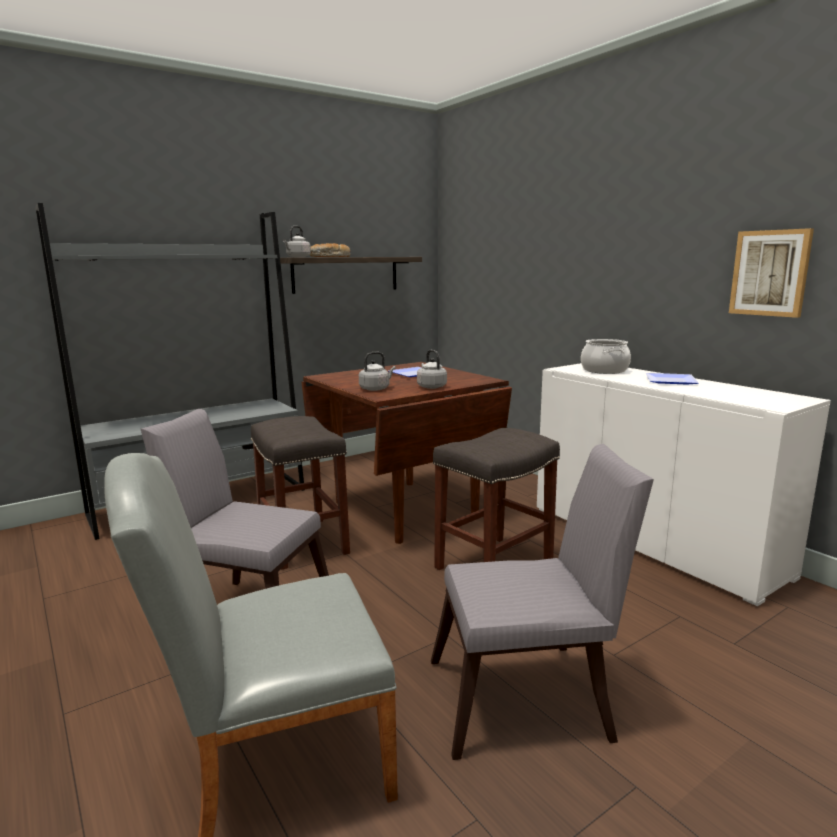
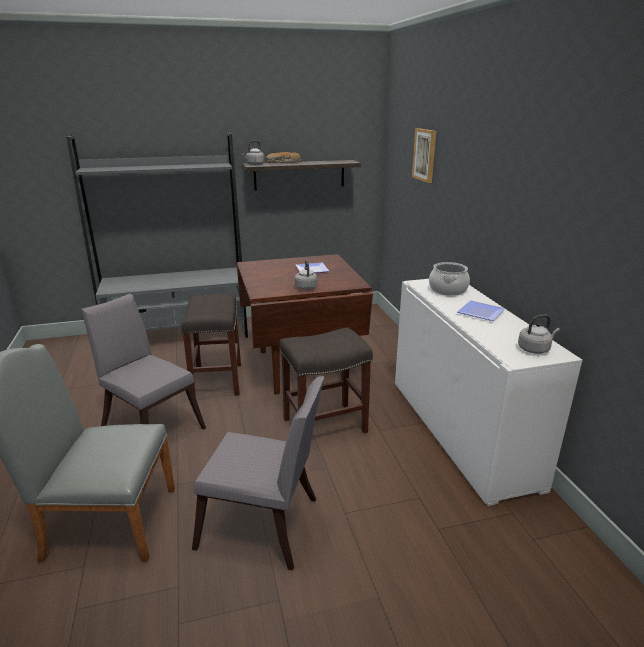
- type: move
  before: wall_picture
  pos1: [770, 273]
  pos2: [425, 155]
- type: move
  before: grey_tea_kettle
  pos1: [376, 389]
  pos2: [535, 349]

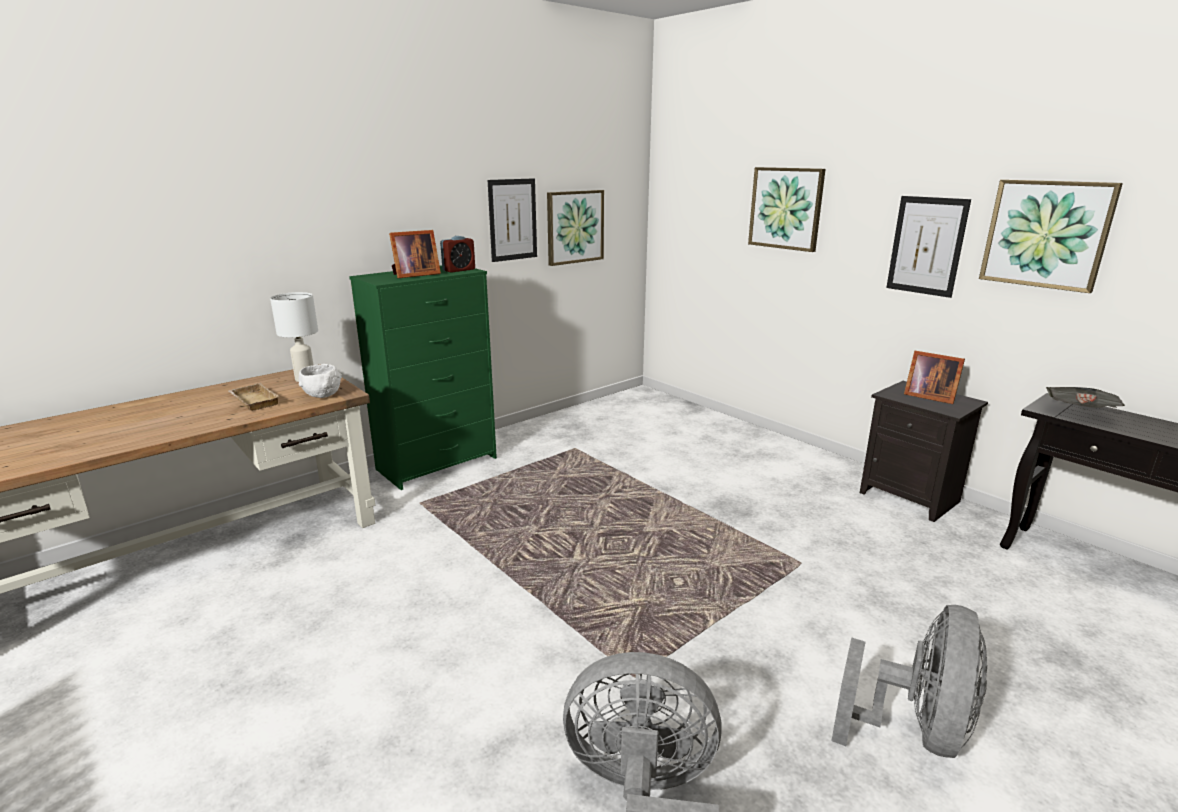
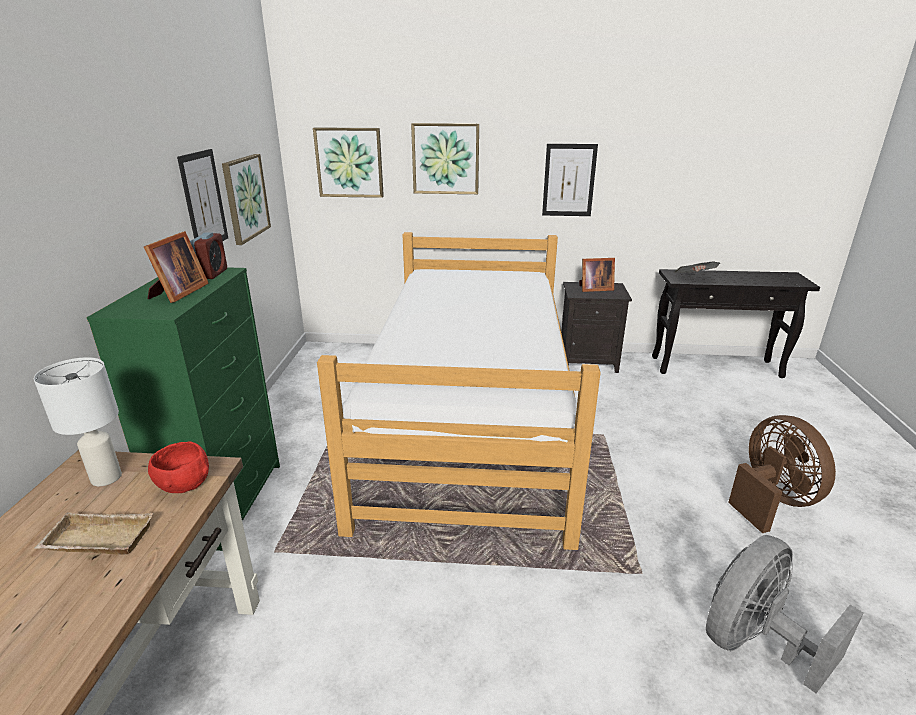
- type: move
  before: wall_picture
  pos1: [1046, 234]
  pos2: [349, 162]
- type: recolor
  before: white-coloured_deep_dish
  after: red_deep_dish
  pos1: [322, 395]
  pos2: [184, 486]
- type: recolor
  before: grey_cooling_fan
  after: brown-coloured_cooling_fan
  pos1: [914, 730]
  pos2: [770, 500]
- type: insert
  after: sleeping_bed
  pos2: [470, 420]

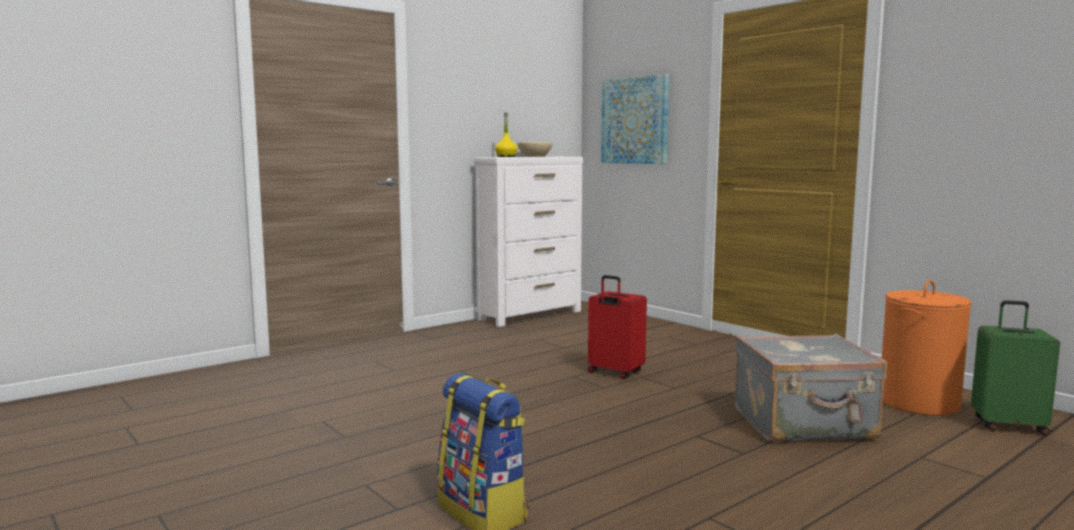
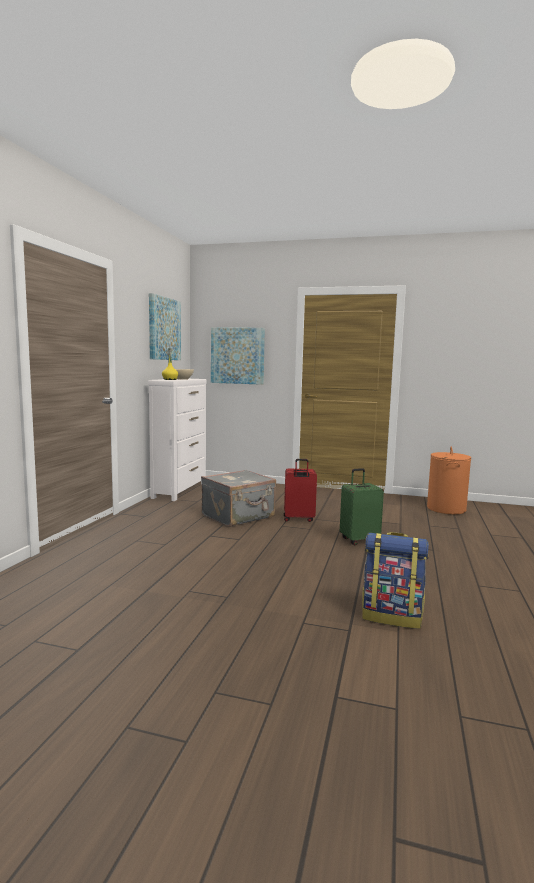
- type: move
  before: greenish_travel_case
  pos1: [1008, 425]
  pos2: [359, 540]
- type: move
  before: grey_travel_case
  pos1: [804, 425]
  pos2: [239, 516]
- type: insert
  after: wall_picture
  pos2: [164, 329]

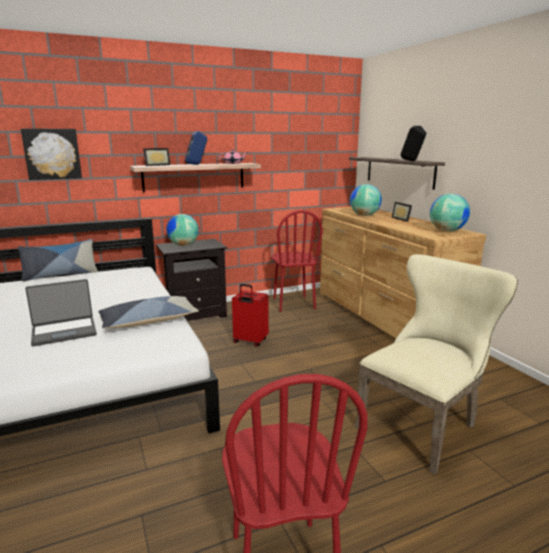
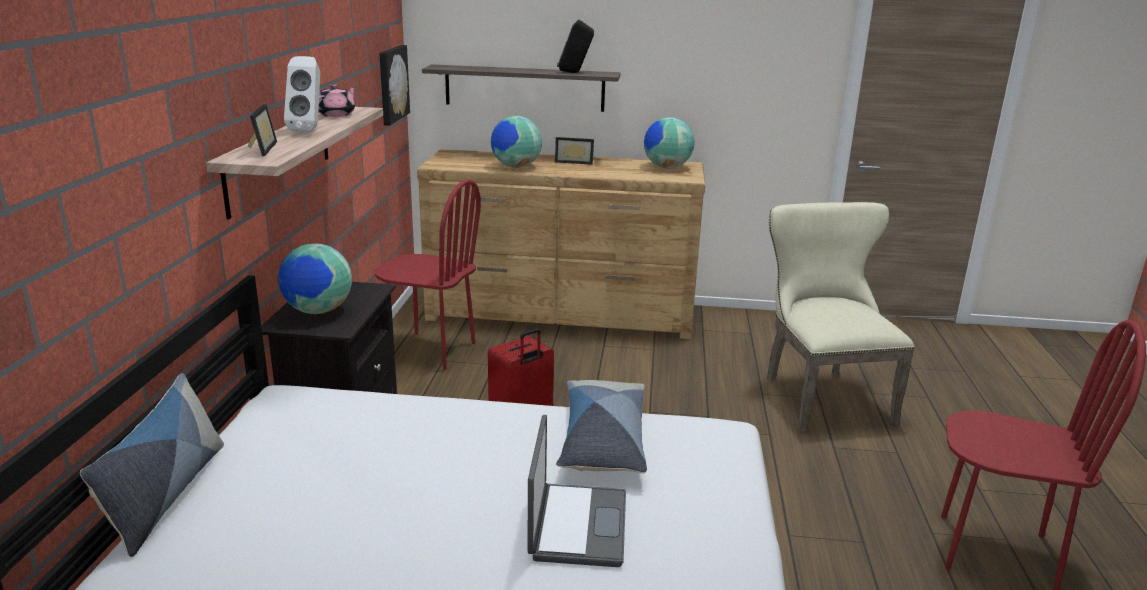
- type: move
  before: wall_picture
  pos1: [52, 154]
  pos2: [391, 84]
- type: recolor
  before: blue-coloured_loudspeaker
  after: white-coloured_loudspeaker
  pos1: [197, 164]
  pos2: [309, 130]

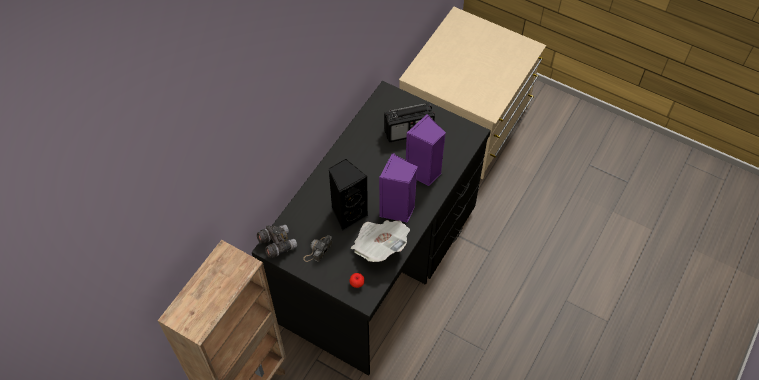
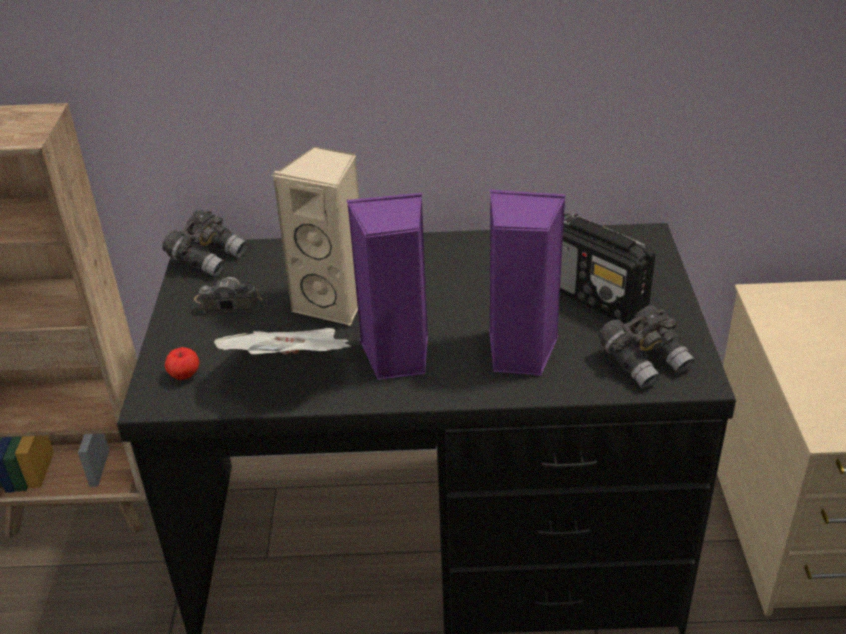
- type: recolor
  before: blackish_loudspeaker
  after: beige_loudspeaker
  pos1: [348, 213]
  pos2: [335, 303]
- type: insert
  after: grey_binoculars
  pos2: [644, 361]

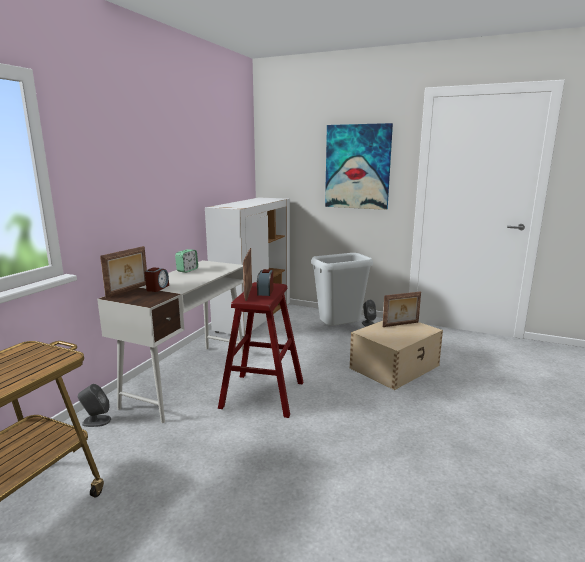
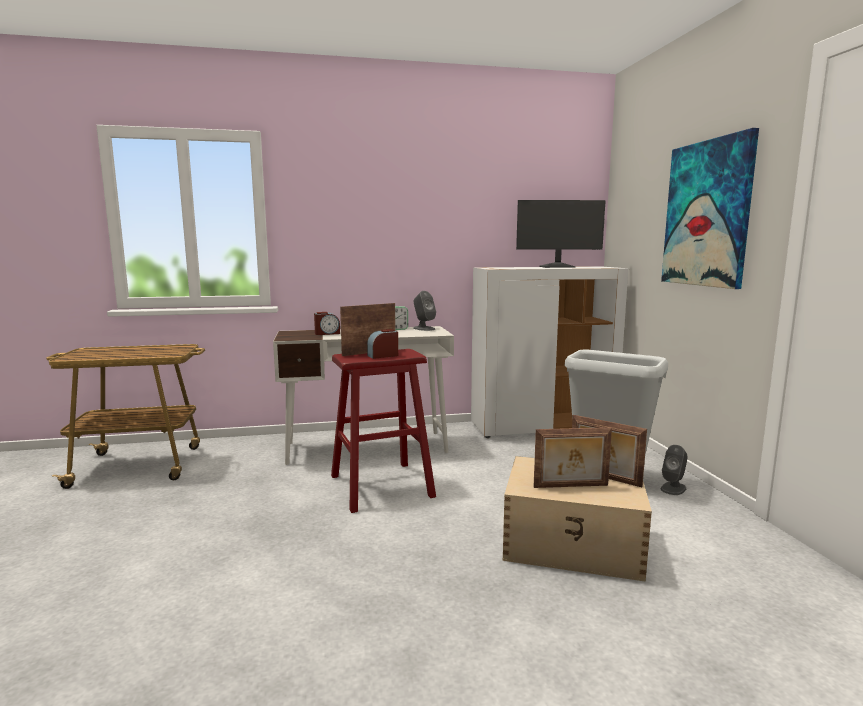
- type: move
  before: photo_frame
  pos1: [128, 290]
  pos2: [571, 487]
- type: move
  before: grey_loudspeaker
  pos1: [96, 421]
  pos2: [423, 328]
- type: insert
  after: computer_screen
  pos2: [557, 267]

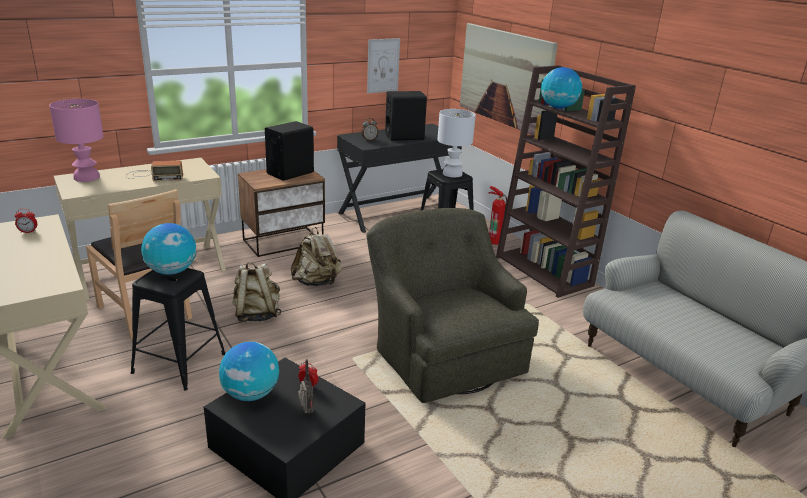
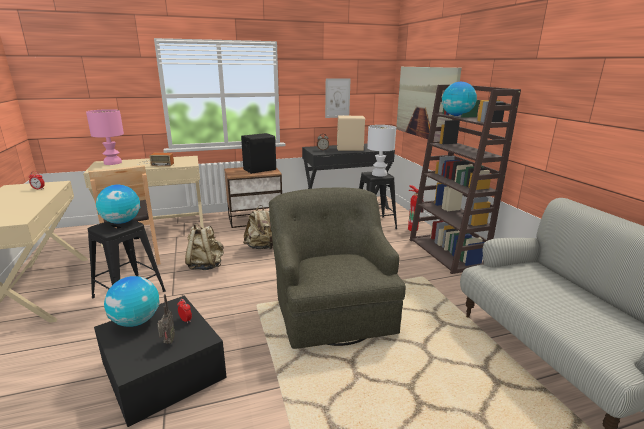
- type: recolor
  before: blackish_loudspeaker
  after: beige_loudspeaker
  pos1: [404, 136]
  pos2: [350, 149]

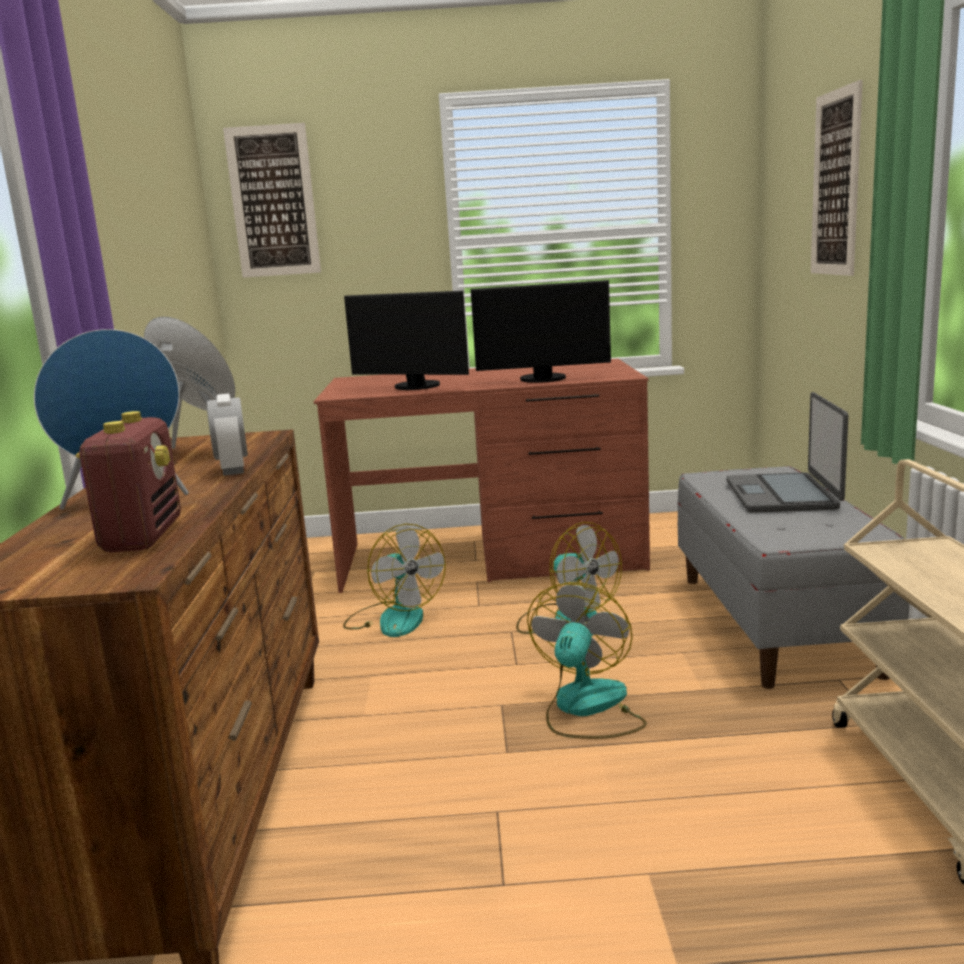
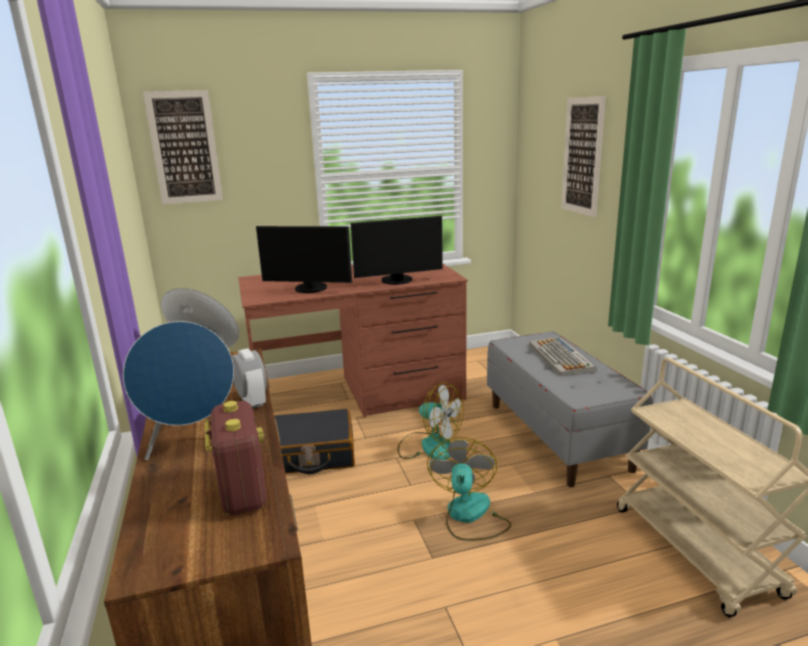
- type: replace
  before: notebook_computer
  after: computer_keyboard
  pos1: [783, 495]
  pos2: [561, 358]
- type: replace
  before: cooling_fan
  after: blackish_travel_case
  pos1: [394, 618]
  pos2: [311, 454]

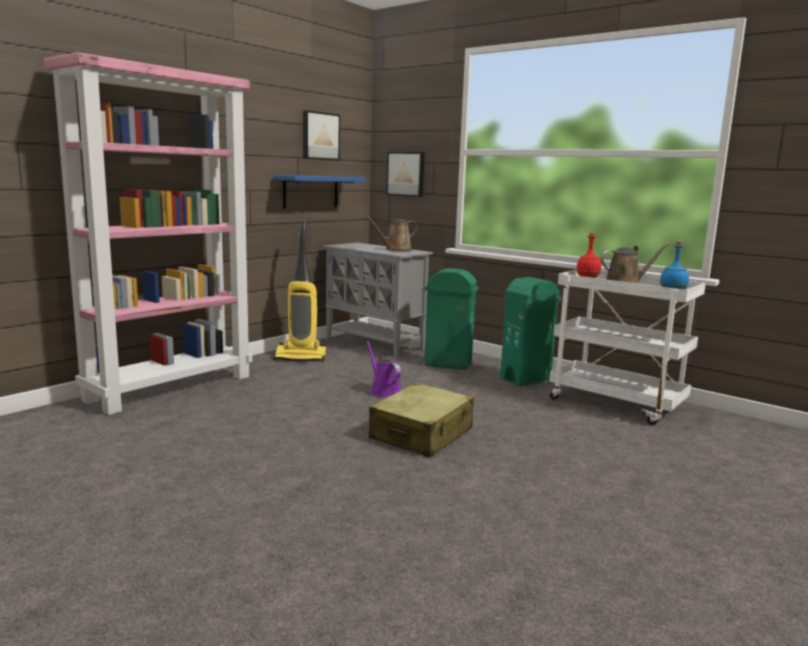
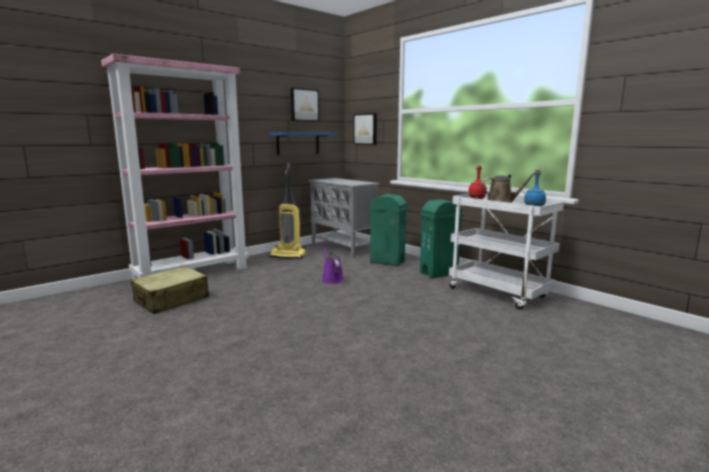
- type: delete
  before: brown-coloured_sprinkling_can
  pos1: [396, 250]
- type: move
  before: beige_travel_case
  pos1: [422, 434]
  pos2: [172, 299]

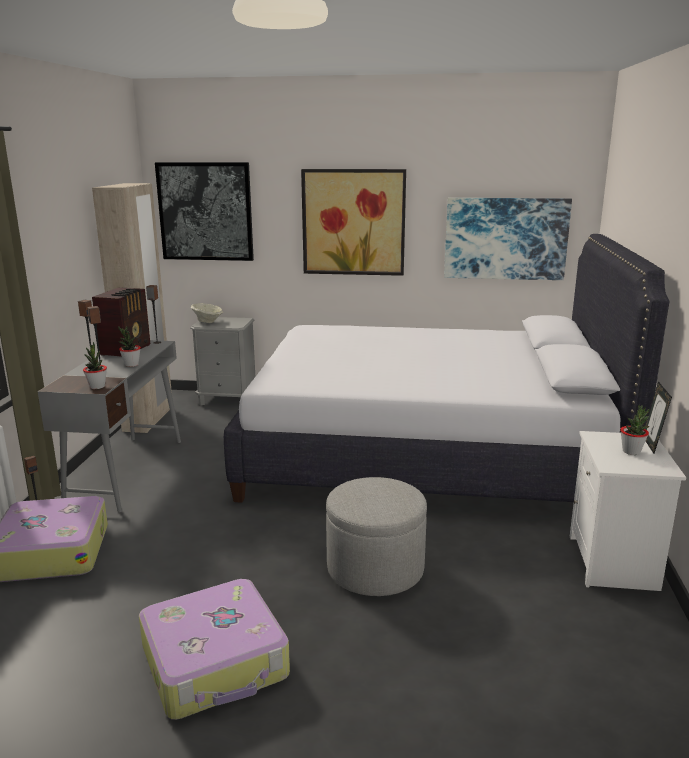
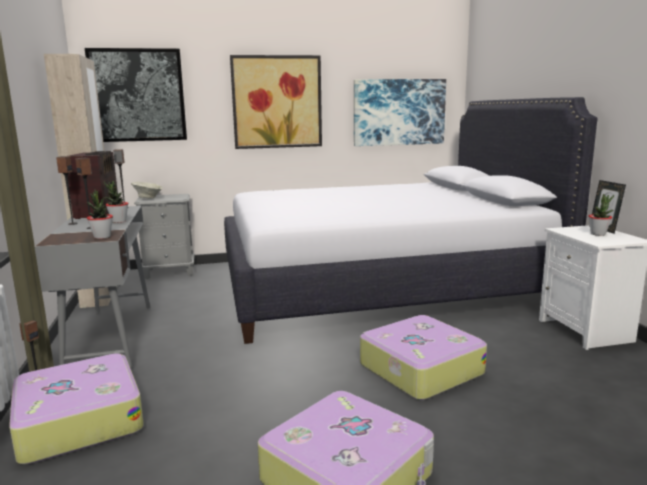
- type: replace
  before: grey_footrest
  after: travel_case
  pos1: [375, 568]
  pos2: [419, 369]

